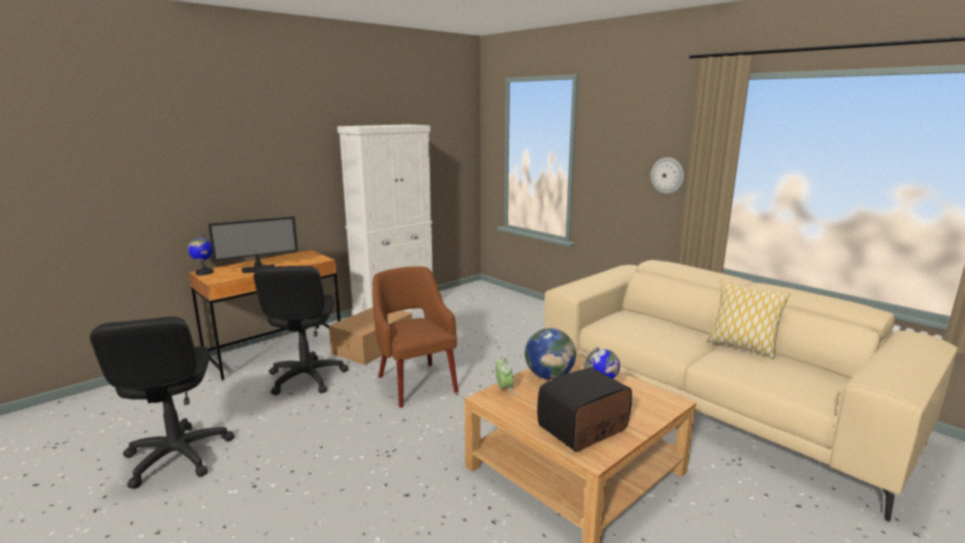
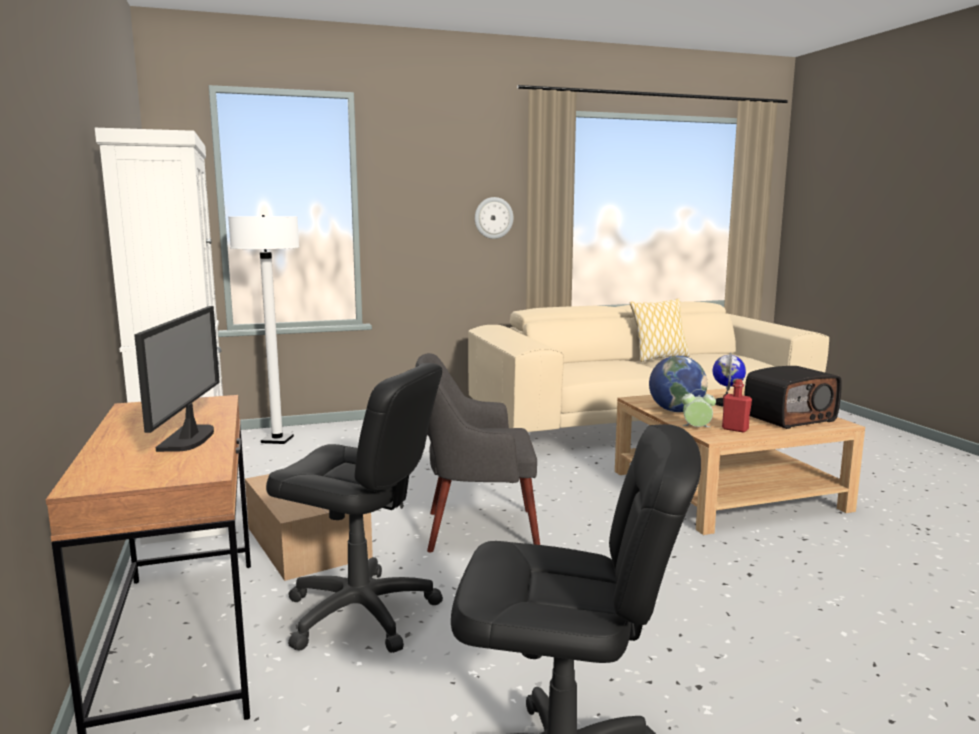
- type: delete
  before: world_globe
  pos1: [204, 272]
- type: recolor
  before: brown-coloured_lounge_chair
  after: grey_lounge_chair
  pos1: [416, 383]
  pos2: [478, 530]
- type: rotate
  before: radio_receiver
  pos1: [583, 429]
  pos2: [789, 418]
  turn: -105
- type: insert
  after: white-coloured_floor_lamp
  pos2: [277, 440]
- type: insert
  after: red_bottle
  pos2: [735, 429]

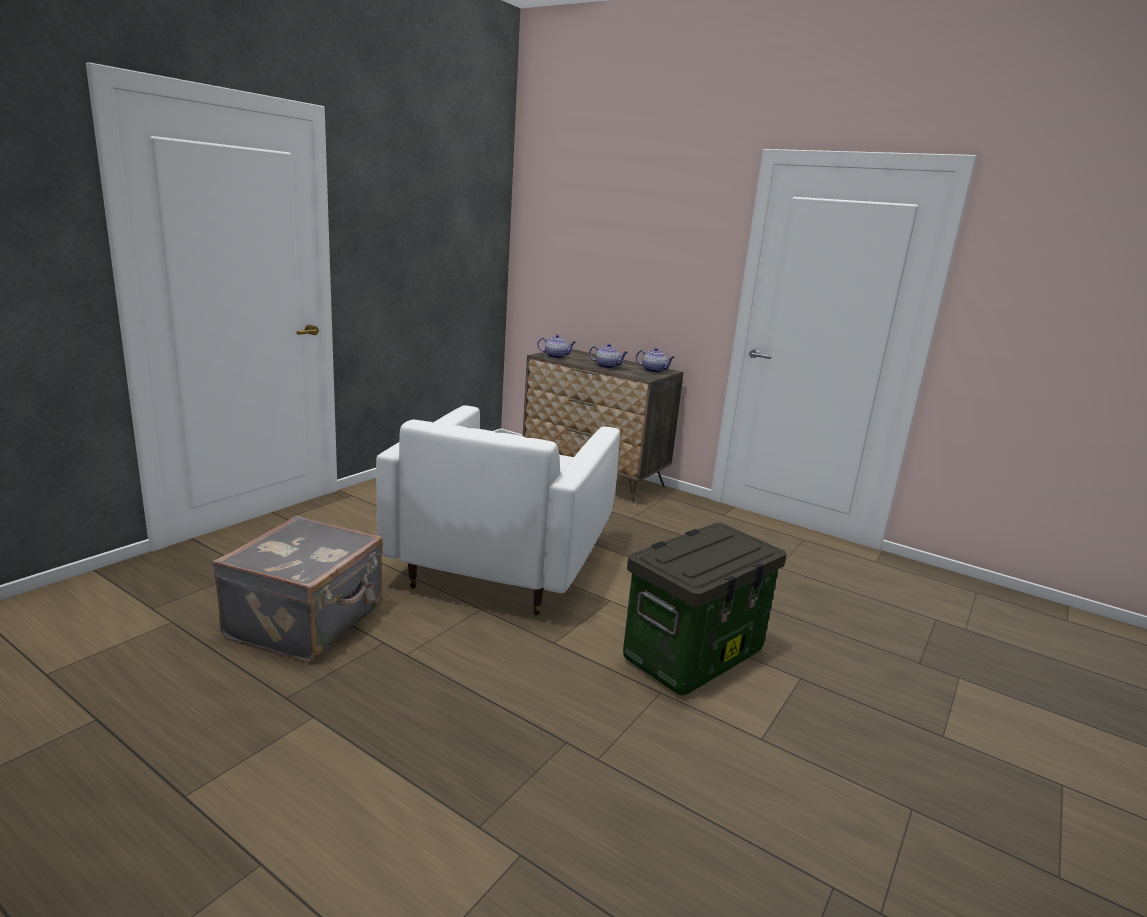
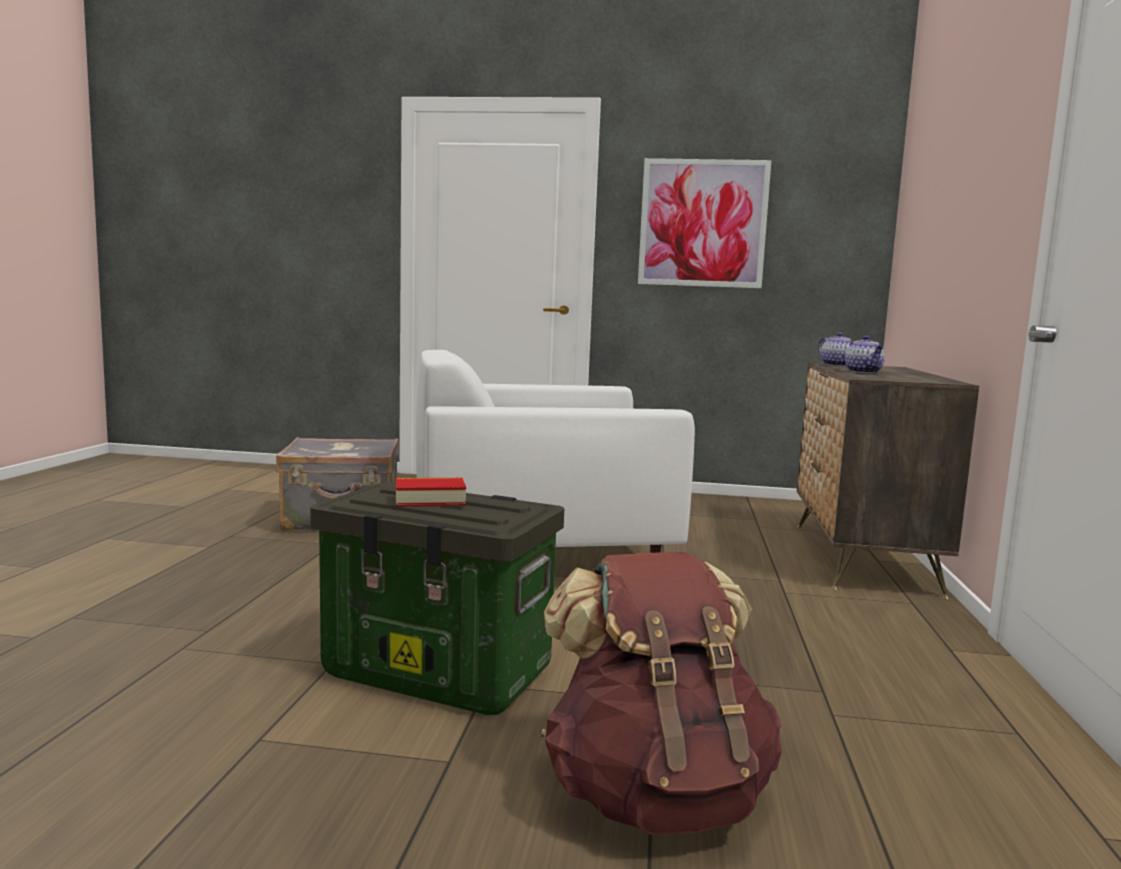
- type: delete
  before: pot_for_tea
  pos1: [654, 371]
- type: insert
  after: wall_picture
  pos2: [703, 223]
- type: insert
  after: bound_book
  pos2: [430, 500]
- type: insert
  after: brown-coloured_rucksack
  pos2: [655, 793]

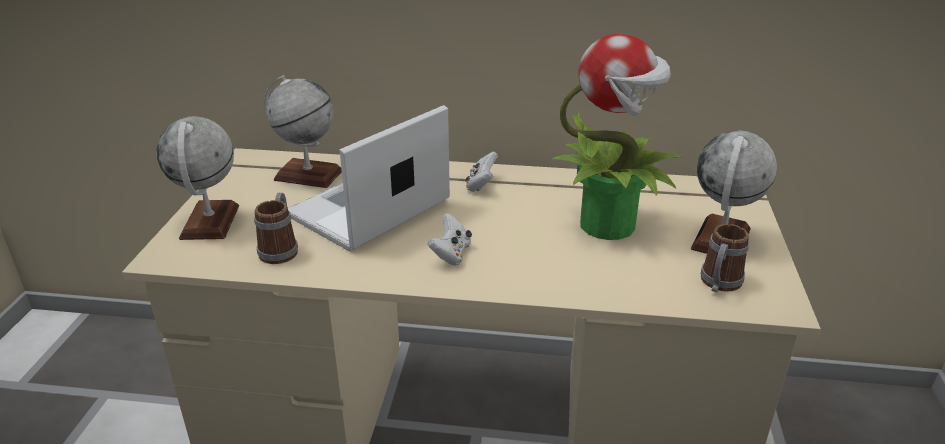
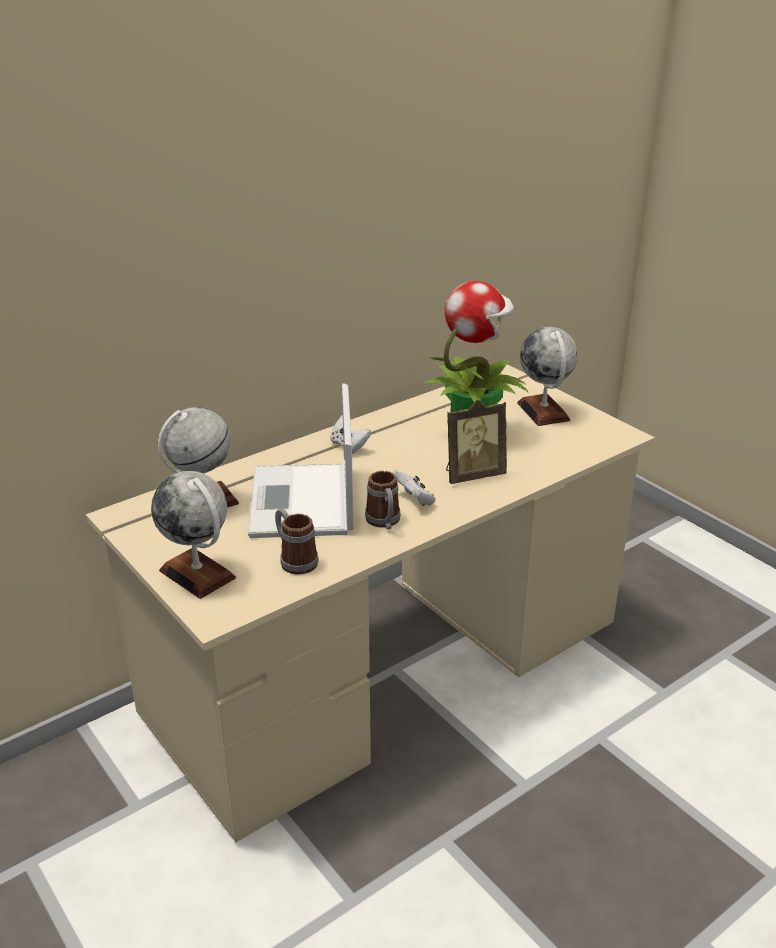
- type: move
  before: mug
  pos1: [718, 284]
  pos2: [384, 522]
- type: insert
  after: photo_frame
  pos2: [472, 474]

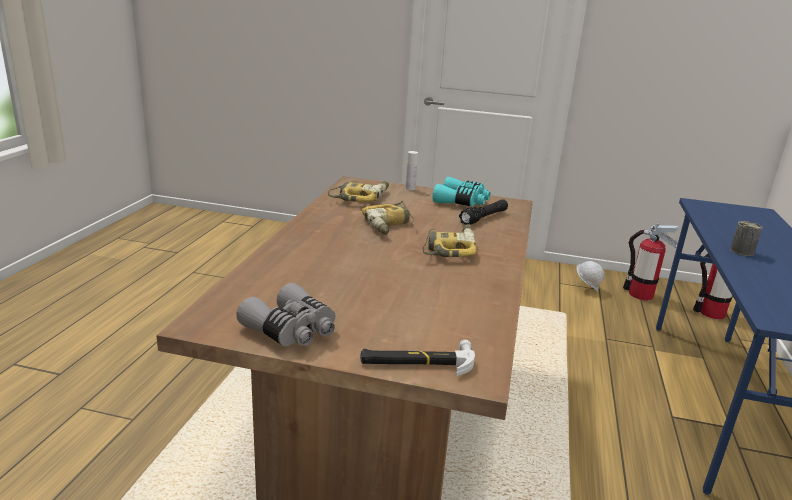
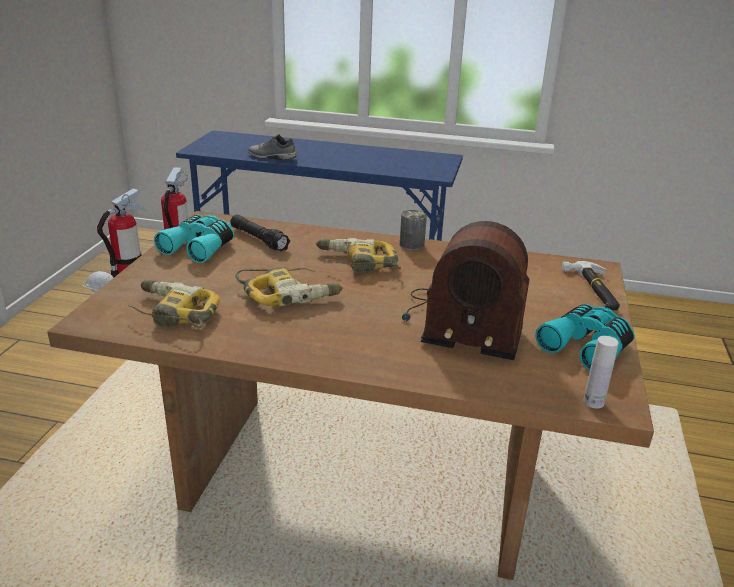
- type: move
  before: white-coloured_bottle
  pos1: [410, 188]
  pos2: [593, 402]
- type: move
  before: can
  pos1: [741, 251]
  pos2: [411, 245]
- type: recolor
  before: grey_binoculars
  after: turquoise-coloured_binoculars
  pos1: [292, 330]
  pos2: [587, 346]
- type: insert
  after: grey_low_shoe
  pos2: [271, 157]
- type: insert
  after: radio_receiver
  pos2: [461, 323]

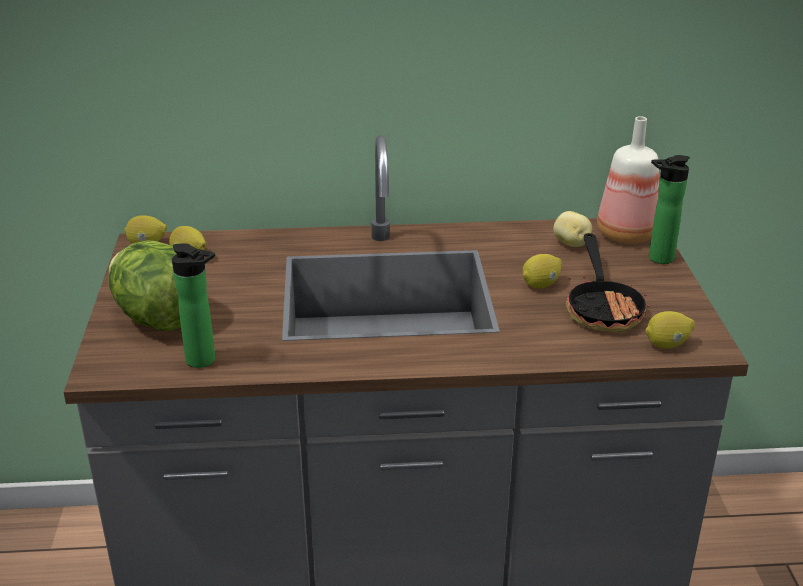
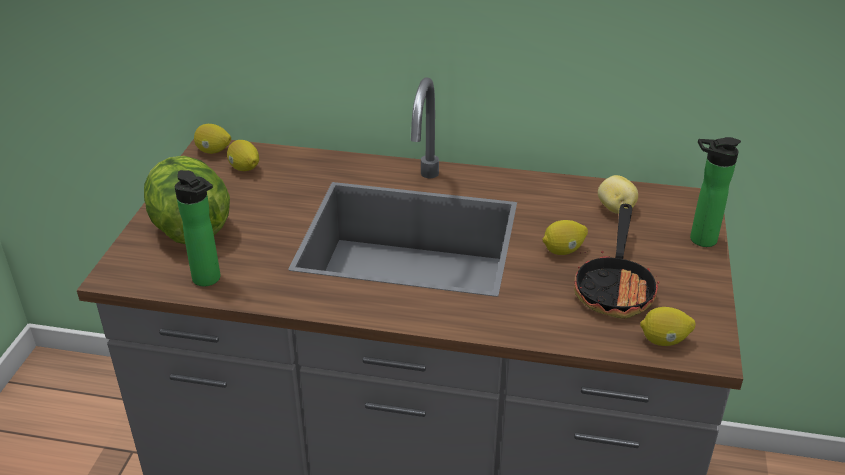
- type: delete
  before: bottle
  pos1: [625, 233]

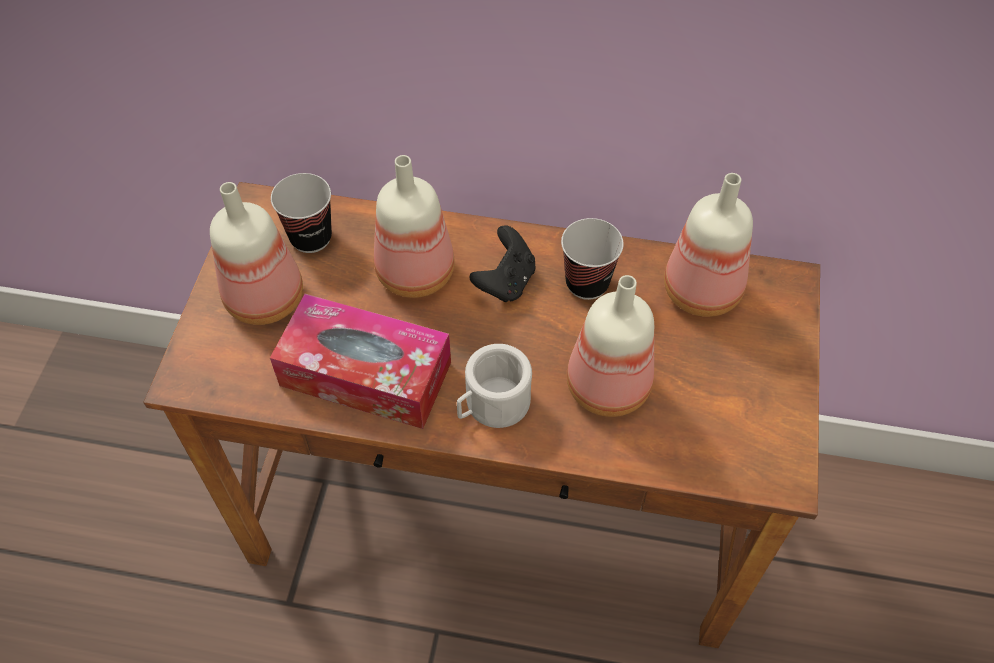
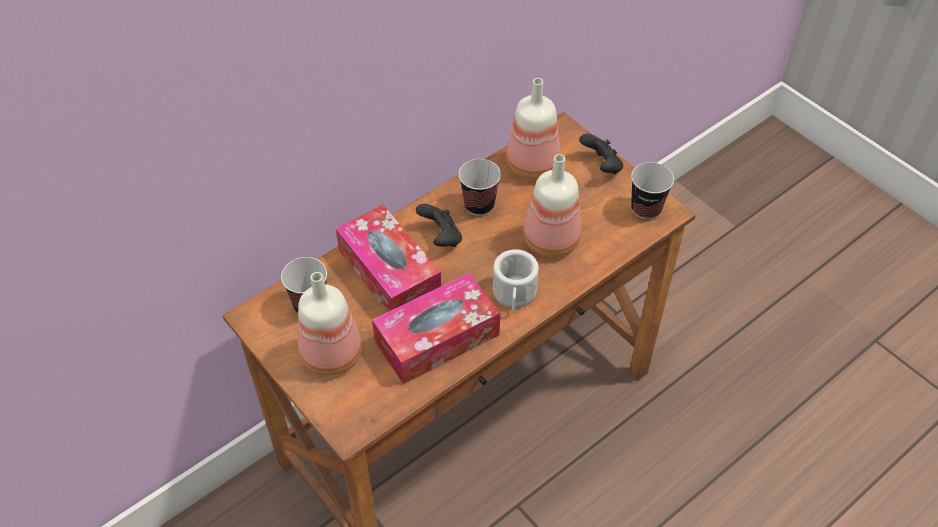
- type: replace
  before: bottle
  after: tissue_holder
  pos1: [414, 271]
  pos2: [389, 272]
- type: insert
  after: blackish_game_controller
  pos2: [601, 166]
- type: insert
  after: cup
  pos2: [646, 209]

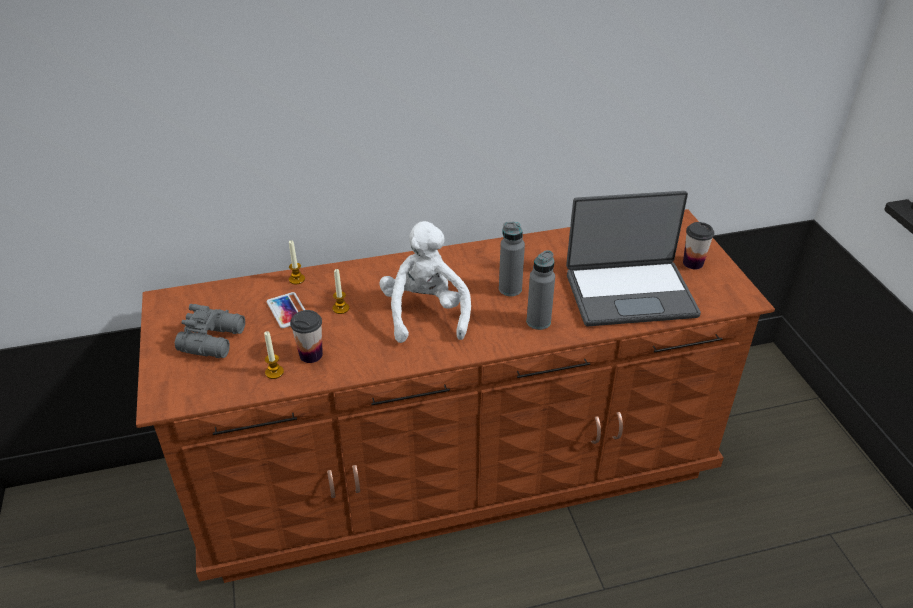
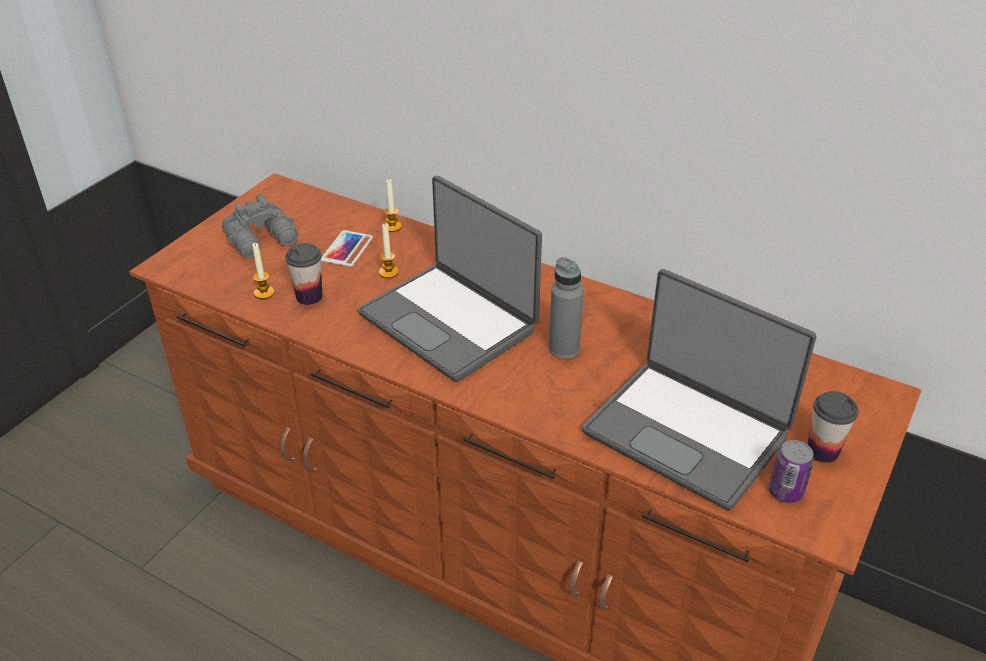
- type: replace
  before: white-coloured_plush_toy
  after: notebook_computer
  pos1: [425, 314]
  pos2: [450, 321]
- type: delete
  before: grey_bottle
  pos1: [538, 322]
- type: insert
  after: can
  pos2: [785, 492]

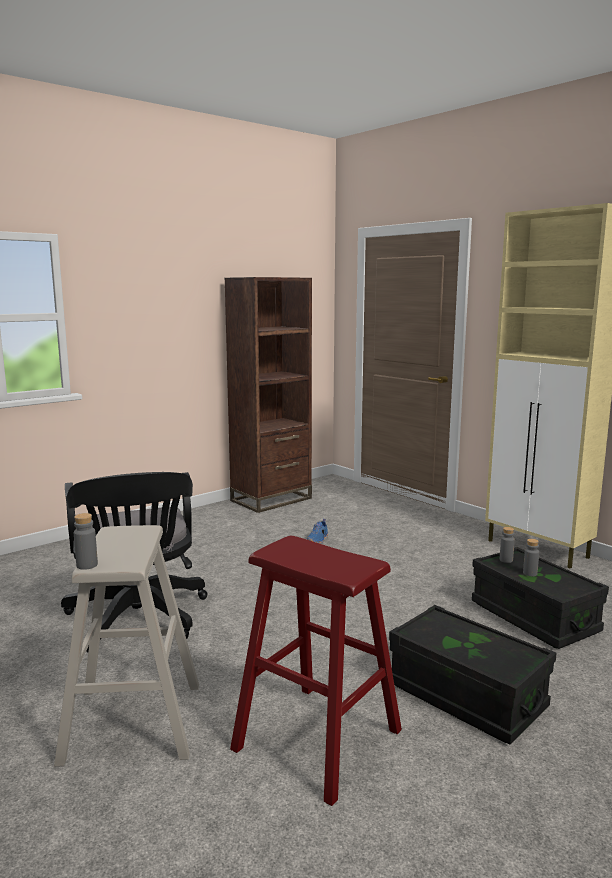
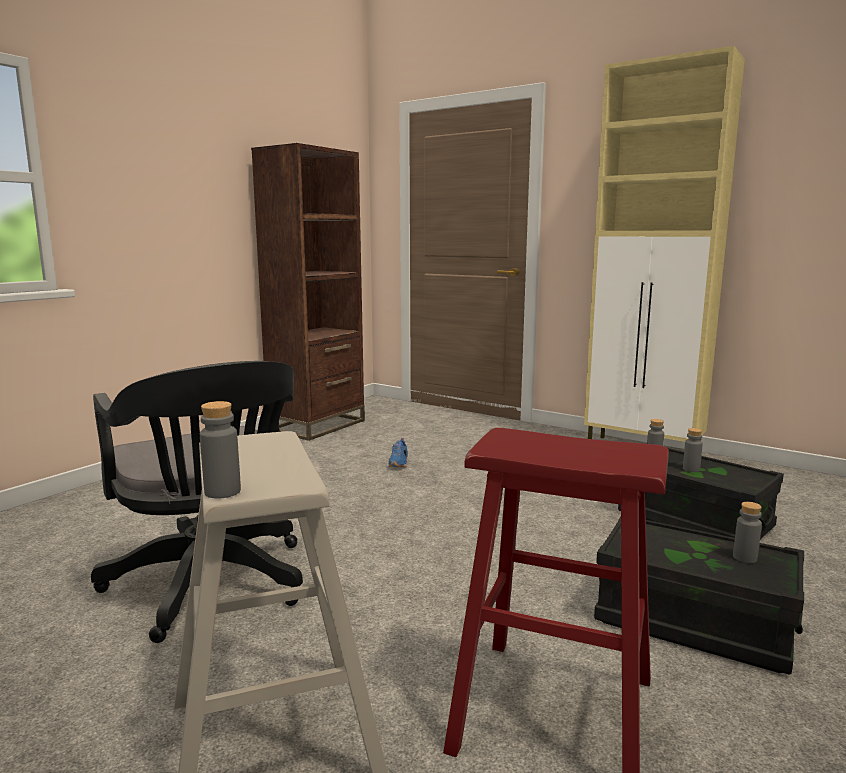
- type: insert
  after: grey_bottle
  pos2: [745, 558]

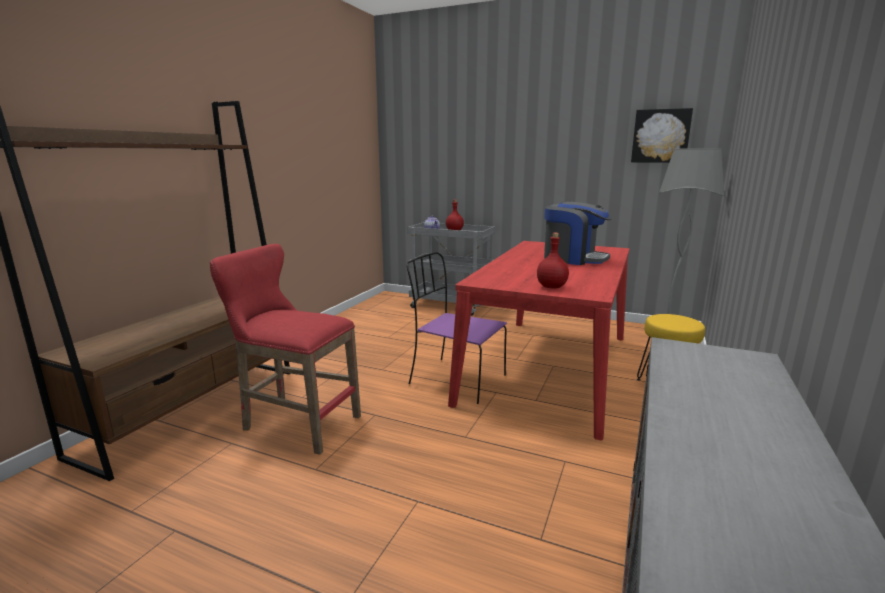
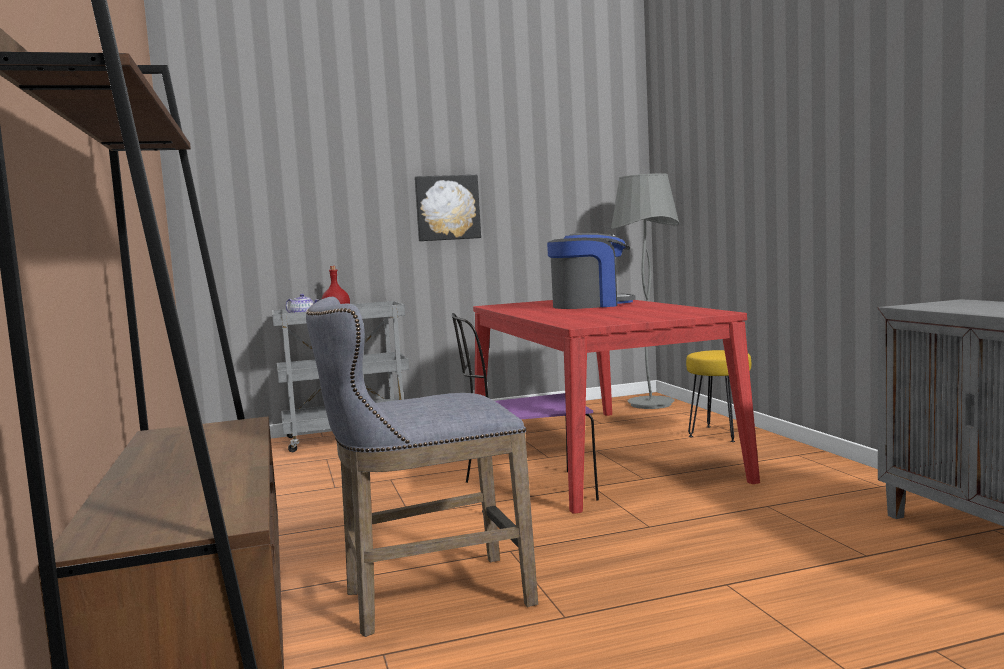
- type: move
  before: wall_picture
  pos1: [660, 136]
  pos2: [447, 208]
- type: delete
  before: red_bottle
  pos1: [552, 287]
- type: recolor
  before: red_stool_seat
  after: grey_stool_seat
  pos1: [295, 423]
  pos2: [426, 598]

